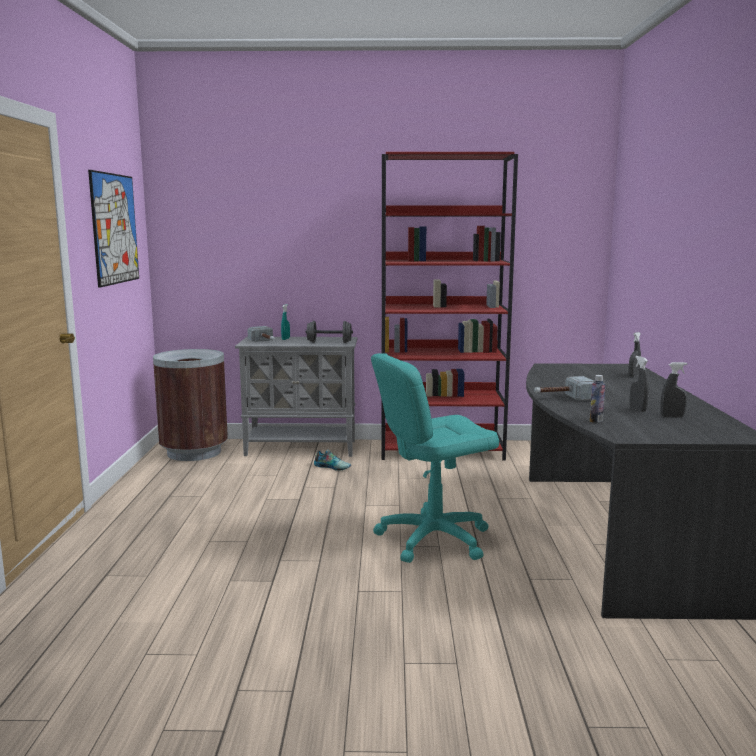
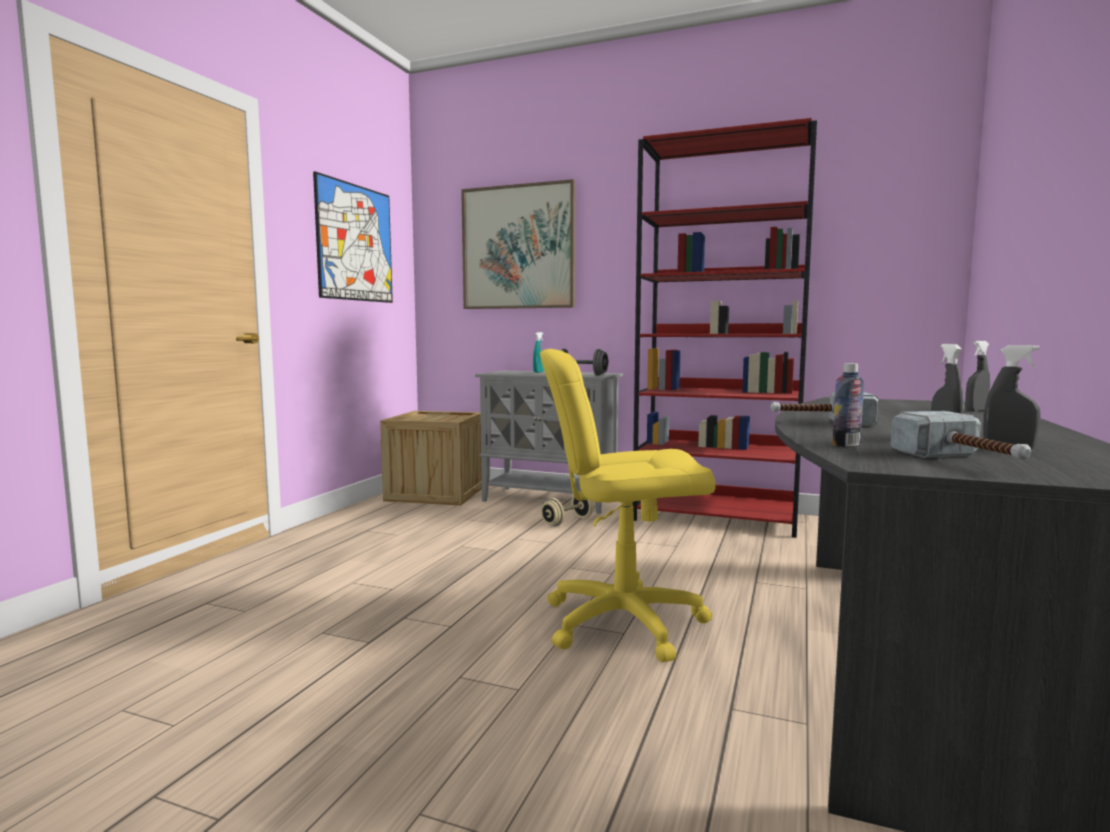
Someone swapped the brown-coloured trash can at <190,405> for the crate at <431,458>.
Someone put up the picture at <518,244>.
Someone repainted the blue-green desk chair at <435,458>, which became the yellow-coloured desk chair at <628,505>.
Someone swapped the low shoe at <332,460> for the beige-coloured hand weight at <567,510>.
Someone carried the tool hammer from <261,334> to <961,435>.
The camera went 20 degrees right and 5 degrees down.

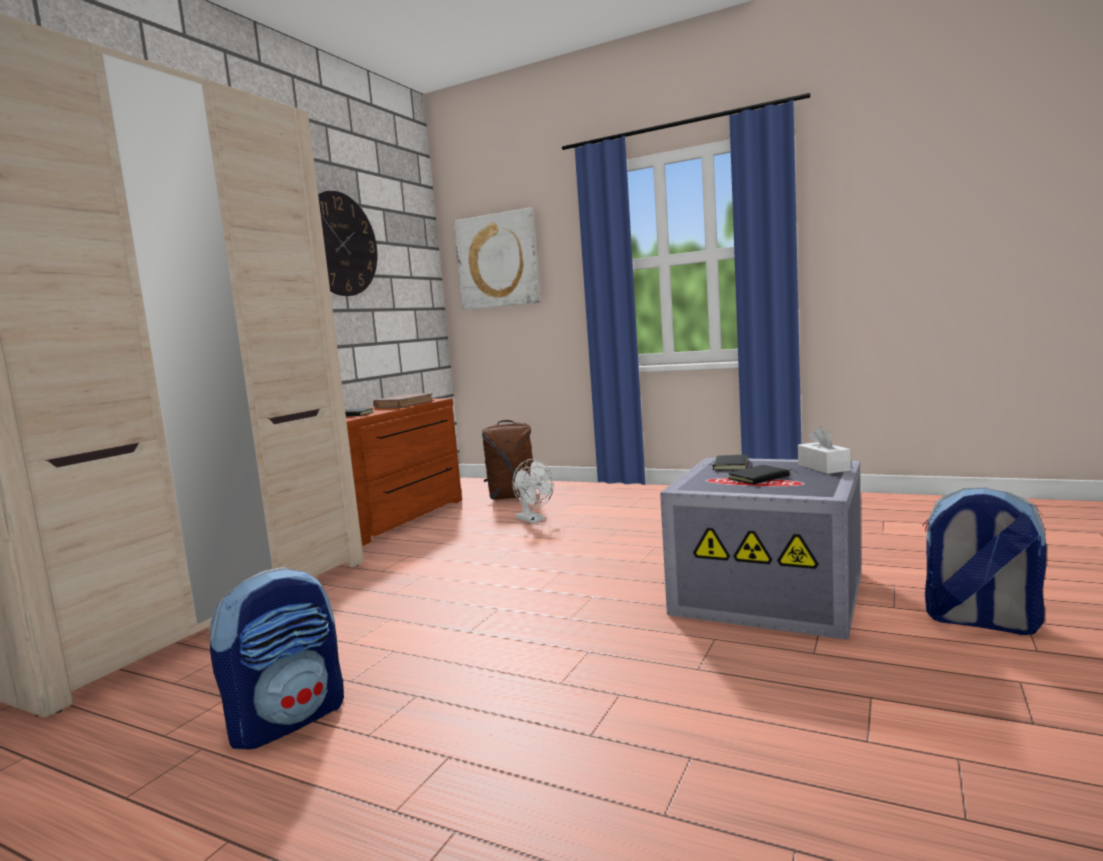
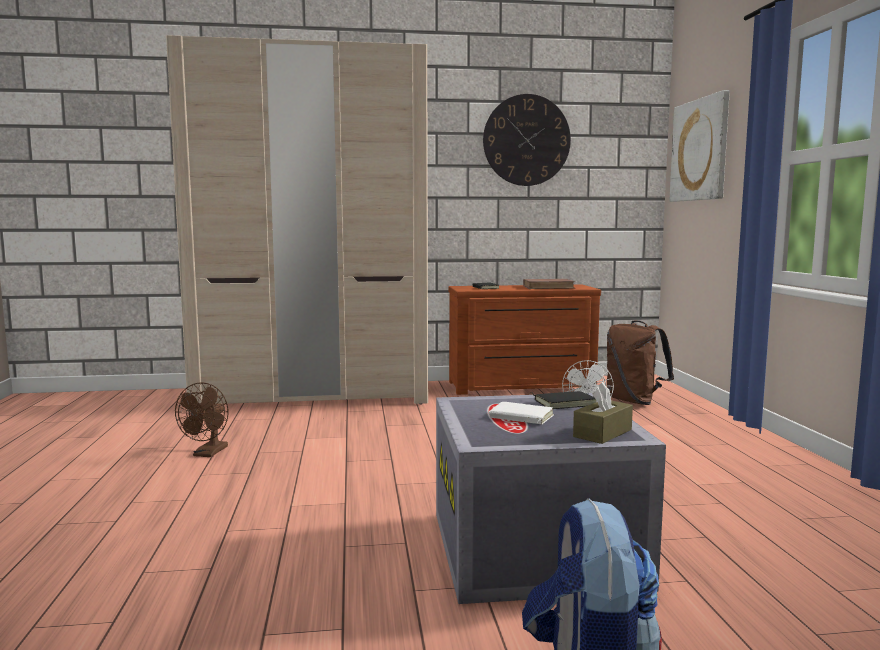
Someone swapped the knapsack at <277,658> for the brown-coloured electric fan at <202,419>.
Someone repainted the black book at <763,475>, which became the white-coloured book at <521,413>.
Someone repainted the white-coloured box of tissues at <824,450>, which became the brown-coloured box of tissues at <603,413>.
The camera went 55 degrees right and 0 degrees up.

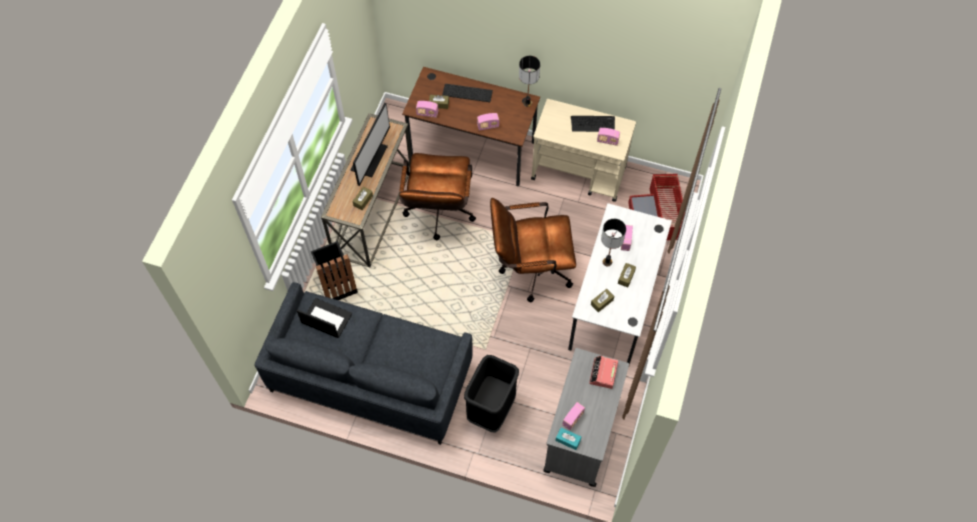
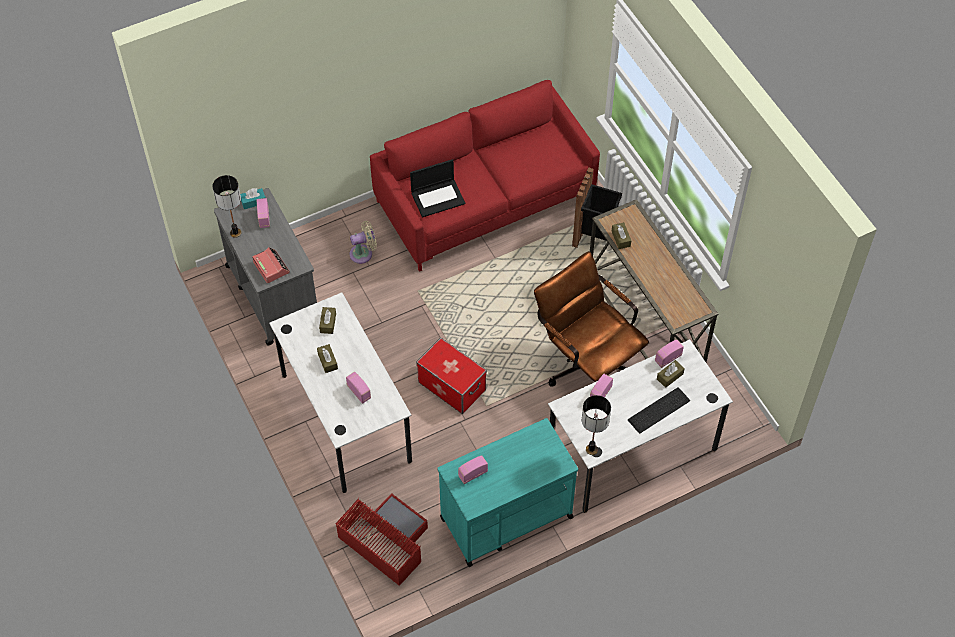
Someone carried the table lamp from <613,242> to <226,206>.
Someone swapped the black trash can at <491,393> for the beige-coloured electric fan at <363,242>.
Someone repainted the grey couch at <364,363>, which became the reddish couch at <485,176>.
Someone carried the notebook computer from <324,318> to <437,188>.
Someone swapped the brown-coloured desk chair at <533,250> for the storage container at <451,376>.
Someone repainted the beige-coloured trolley at <583,150>, which became the blue-green trolley at <507,492>.
Someone repainted the brown-coloured desk at <471,127>, which became the white-coloured desk at <640,426>.
Someone took away the computer screen at <370,144>.
Someone took away the computer keyboard at <593,124>.
The camera went 135 degrees right and 5 degrees down.

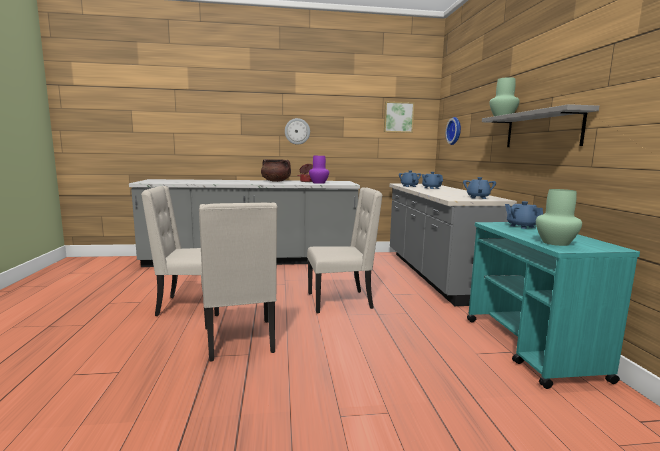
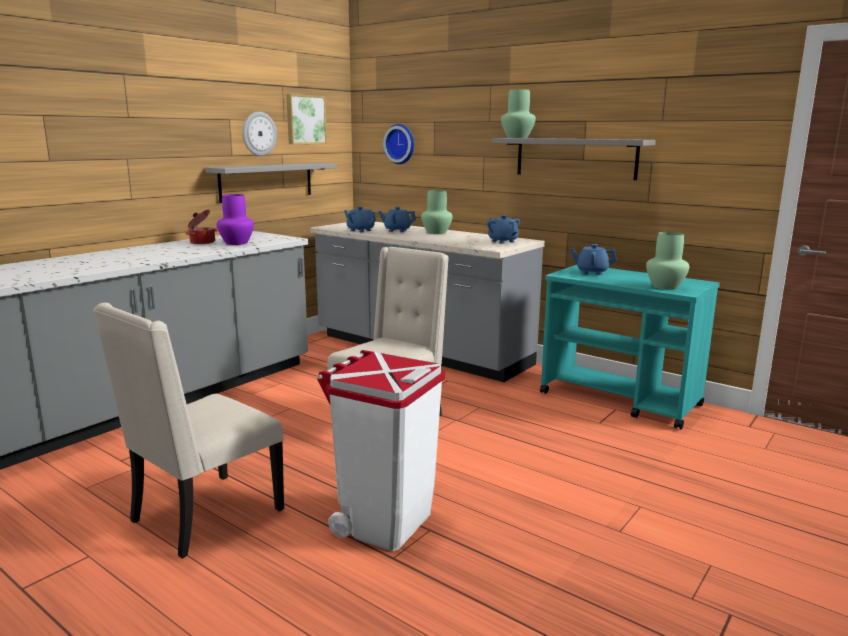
Someone put up the grey wall shelf at <271,183>.
Someone carried the clock on the wall from <297,131> to <260,134>.
Someone swapped the beige-coloured plain chair at <238,282> for the white-coloured trash can at <381,450>.
Someone put down the greenish flower vase at <437,212>.
Someone took away the brown-coloured cooking pot at <276,170>.
The camera went 45 degrees left and 5 degrees up.

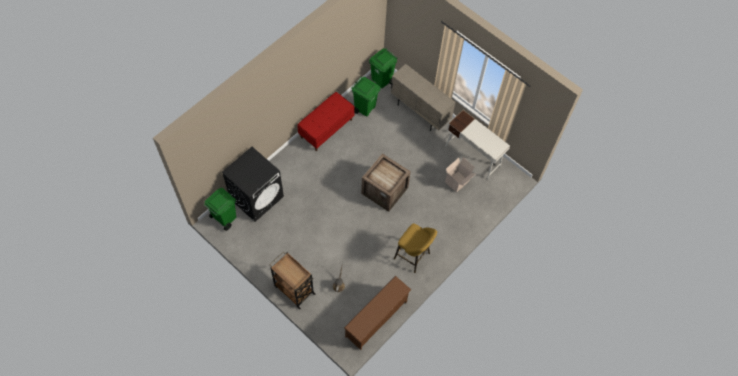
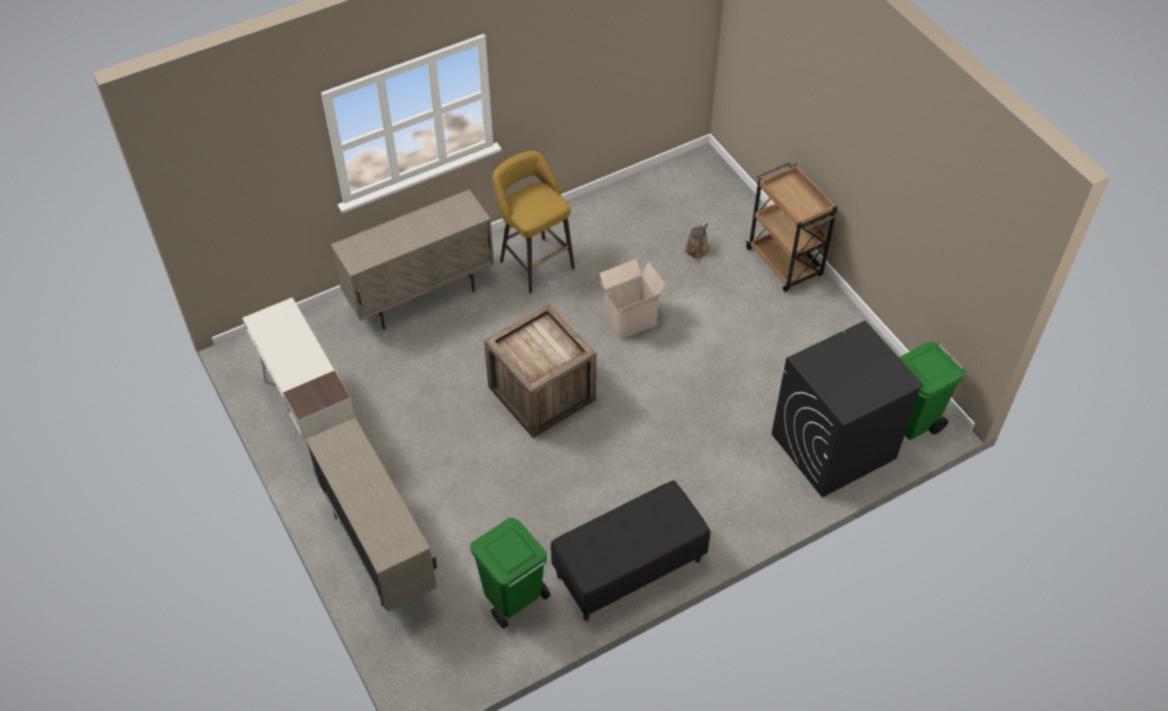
Someone put down the beige-coloured cupboard at <412,260>.
Someone repainted the reddish long seat at <326,121>, which became the black long seat at <630,551>.
Someone carried the cardboard box from <460,175> to <632,299>.
Someone took away the brown-coloured shoe rack at <377,313>.
Someone took away the greenish trash can at <383,68>.
The camera went 160 degrees left and 10 degrees down.

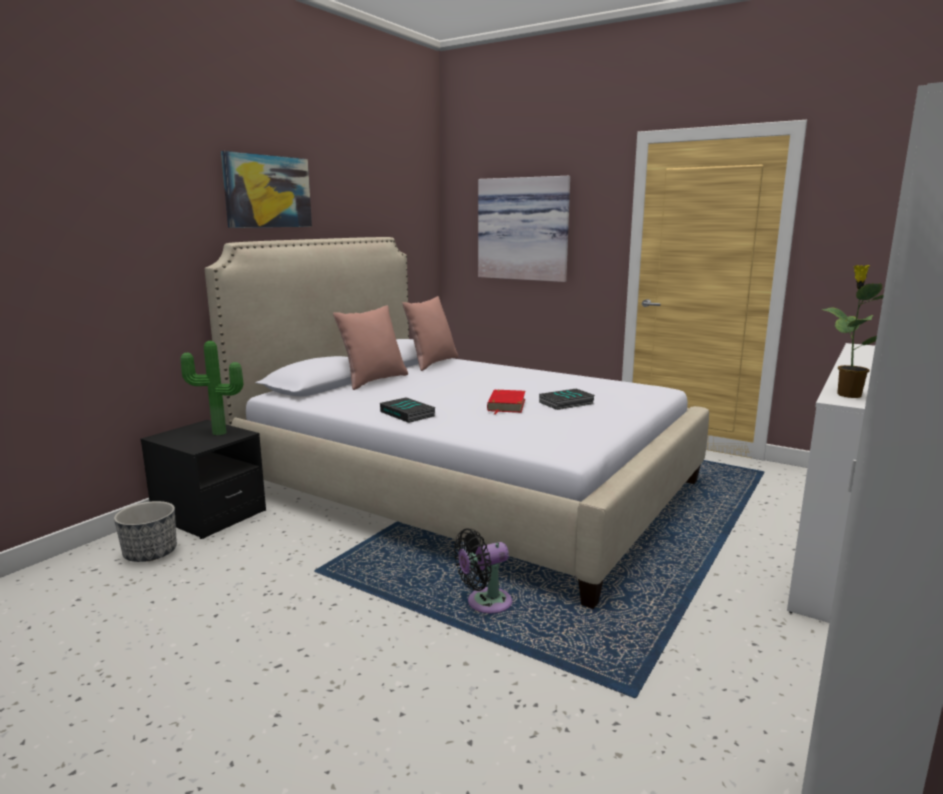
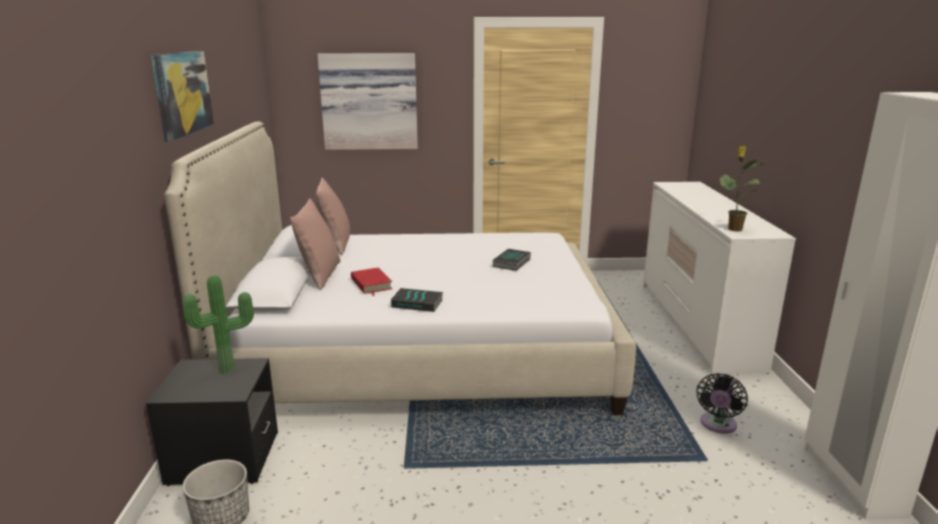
Someone carried the reddish book from <506,401> to <371,282>.
Someone carried the black electric fan from <483,570> to <722,403>.
The camera went 35 degrees left and 5 degrees up.

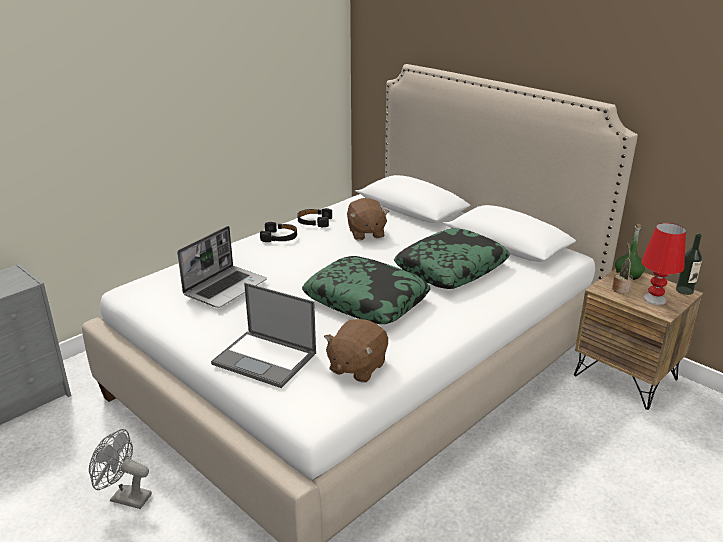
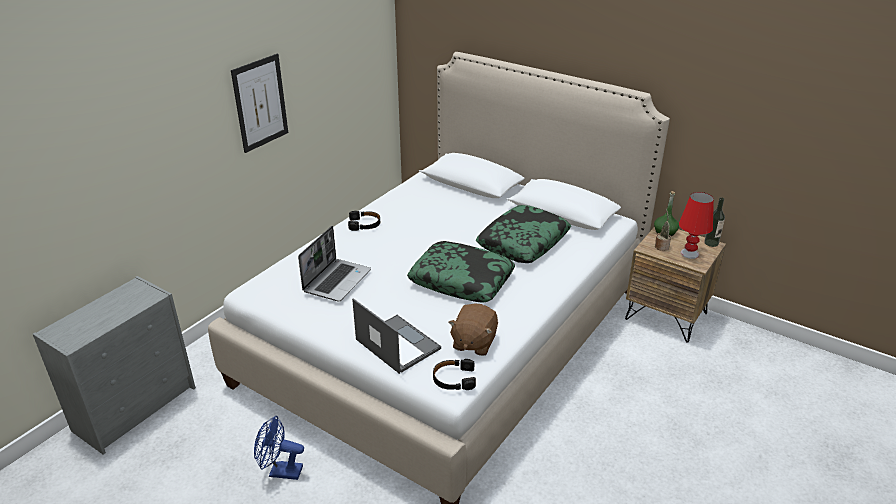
Someone put up the picture at <259,103>.
Someone repainted the grey electric fan at <120,469>, which became the blue electric fan at <279,448>.
Someone rotated the notebook computer at <263,335> by 150 degrees counterclockwise.
Someone carried the black pair of headphones from <314,217> to <454,374>.
Someone took away the brown-coloured plush toy at <368,219>.
The camera went 10 degrees left and 5 degrees up.

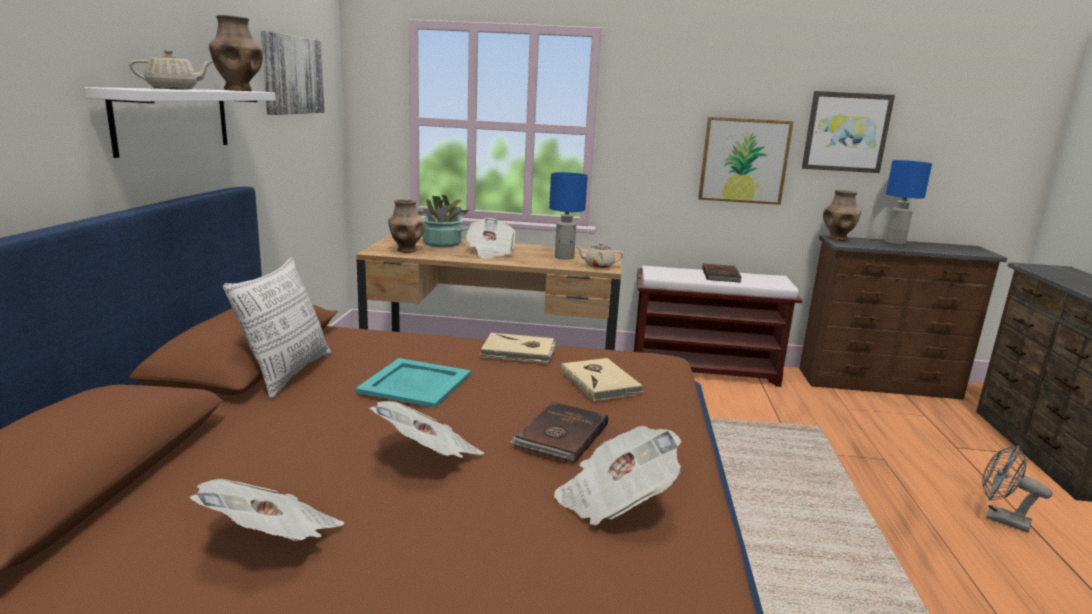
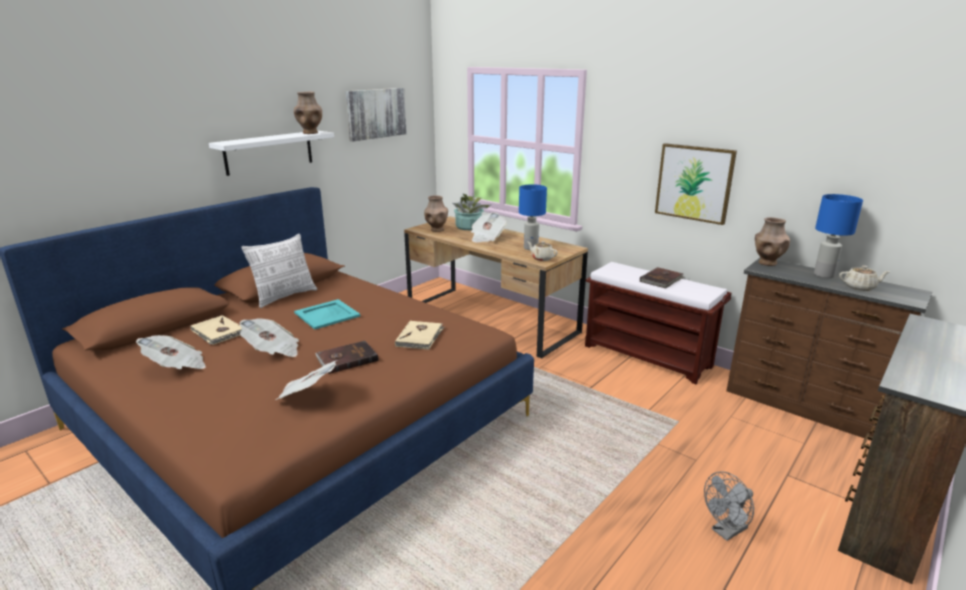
Someone carried the beige-coloured book from <518,348> to <216,330>.
Someone rotated the grey electric fan at <1017,488> by 105 degrees counterclockwise.
Someone carried the beige-coloured pot for tea from <171,70> to <865,278>.
Someone took away the picture at <848,132>.
The camera went 35 degrees right and 5 degrees up.

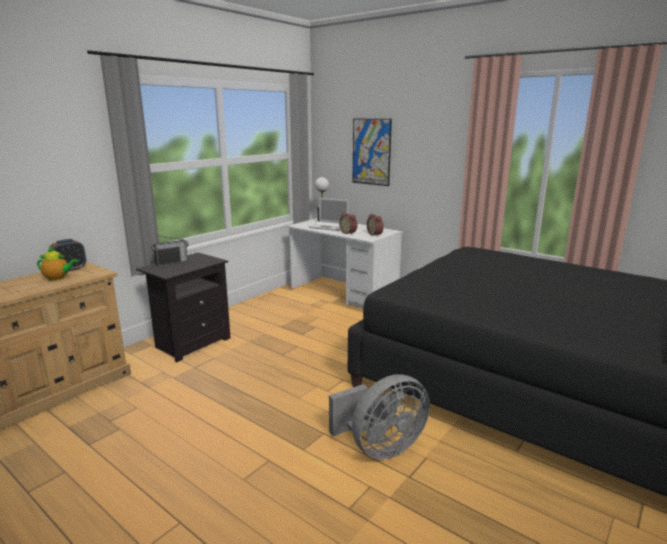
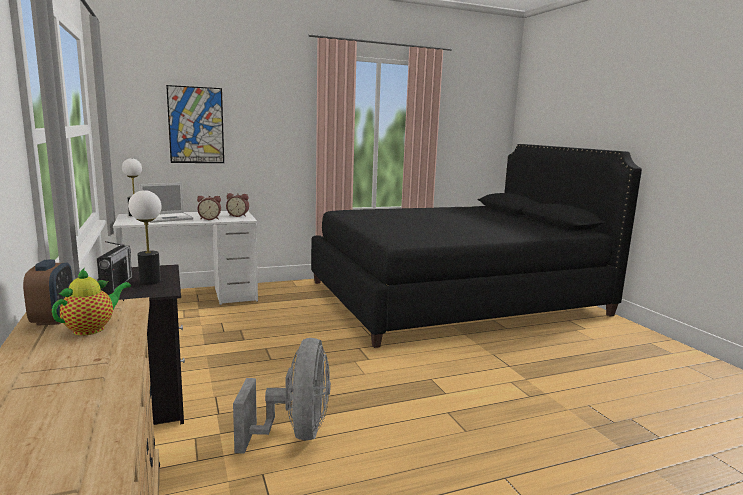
Someone put down the table lamp at <144,237>.
Someone carried the grey electric fan from <379,417> to <282,396>.
The camera went 60 degrees left and 5 degrees down.

